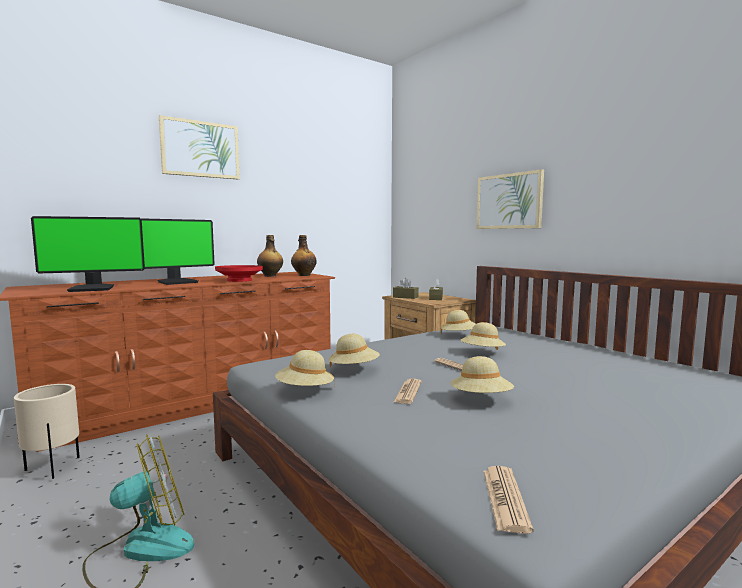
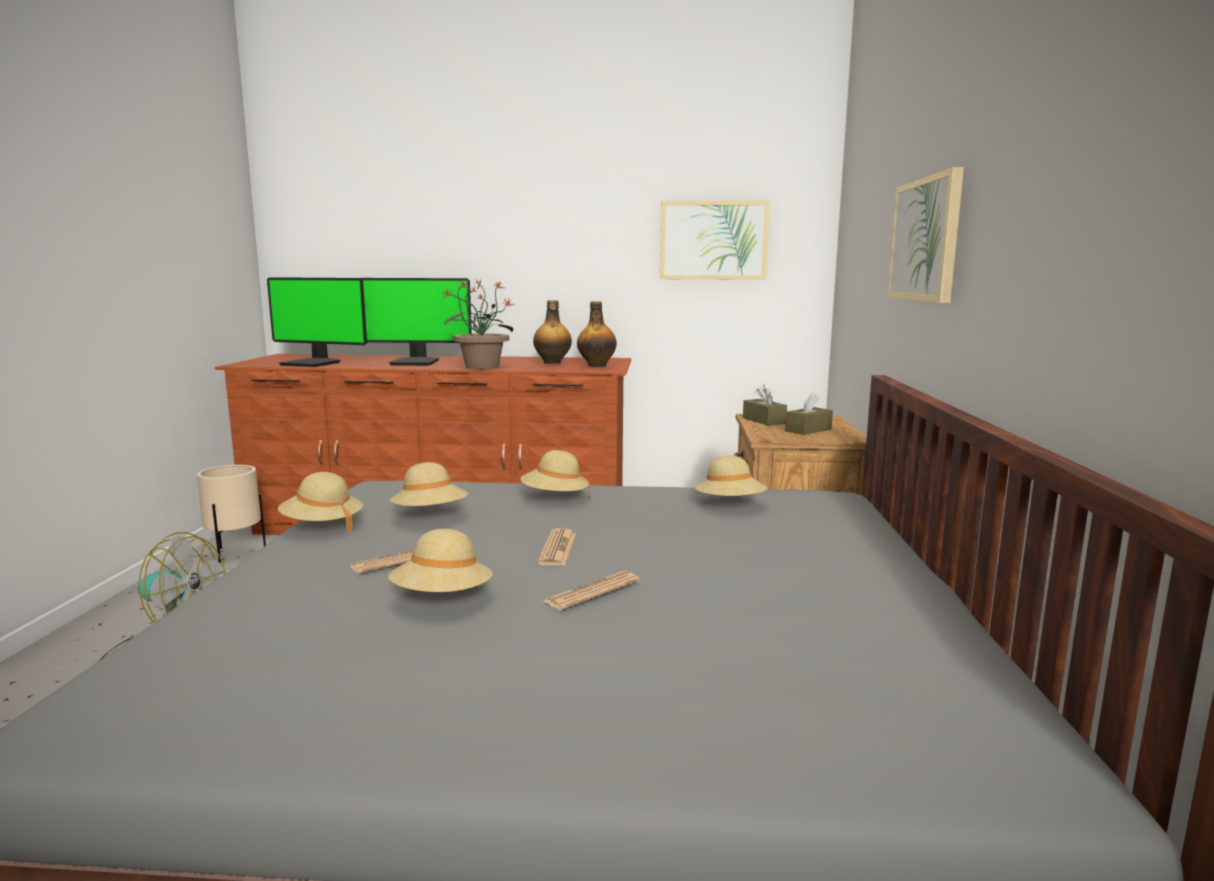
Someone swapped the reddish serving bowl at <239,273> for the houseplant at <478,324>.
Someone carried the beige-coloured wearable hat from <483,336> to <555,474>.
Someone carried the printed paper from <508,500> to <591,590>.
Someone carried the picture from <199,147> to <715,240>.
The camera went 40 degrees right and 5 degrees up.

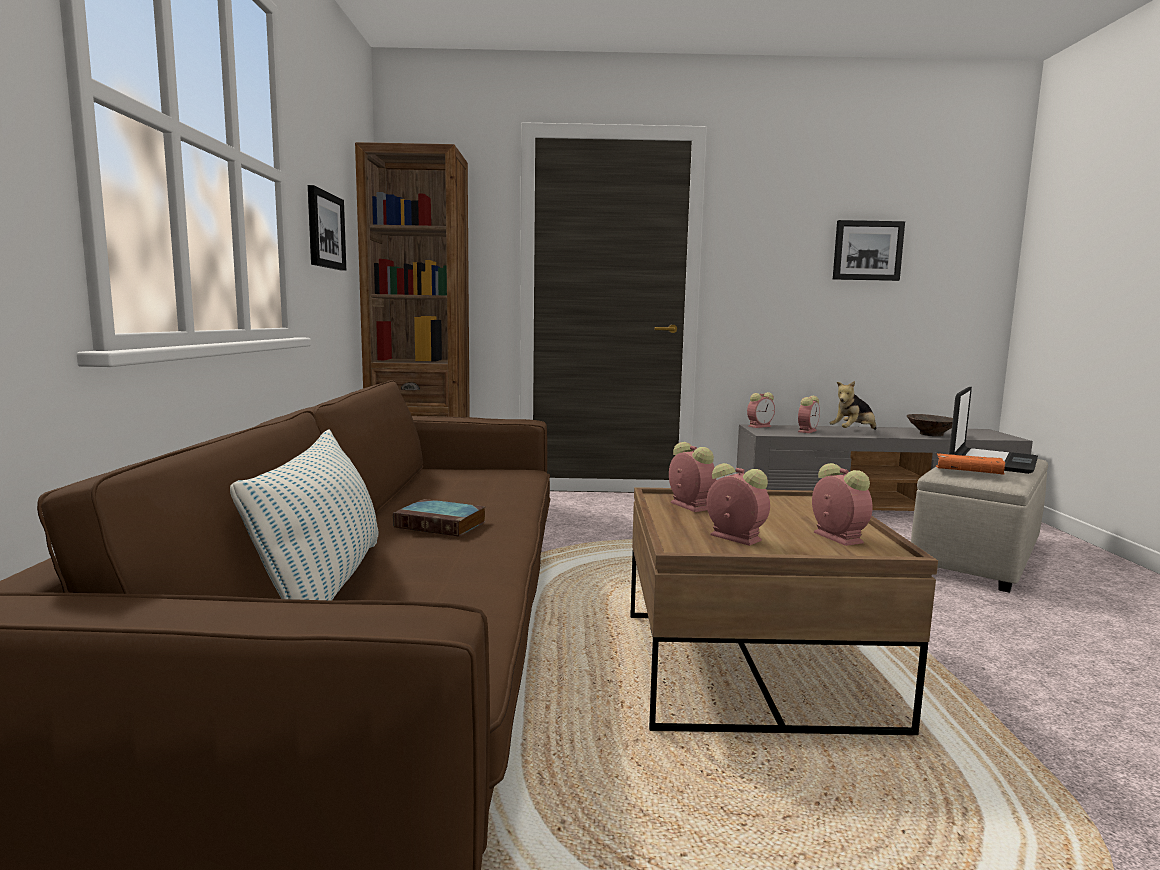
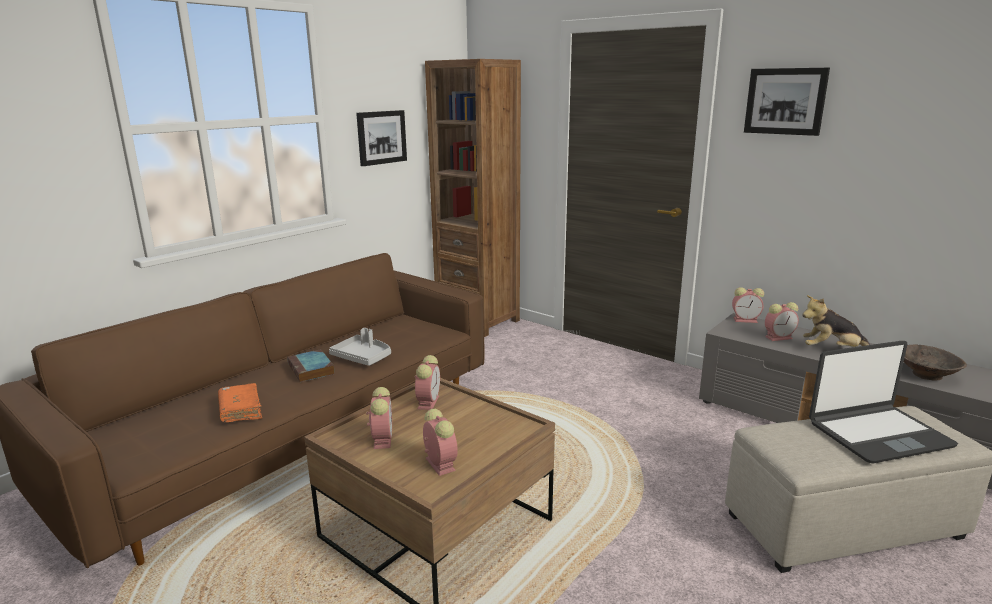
Someone carried the orange book from <970,463> to <240,402>.
Someone put down the grey carrying tray at <360,347>.
Someone rotated the table clock at <842,504> by 45 degrees counterclockwise.
Someone carried the picture from <869,250> to <787,102>.
Someone took away the throw pillow at <304,515>.
The camera went 40 degrees right and 10 degrees up.

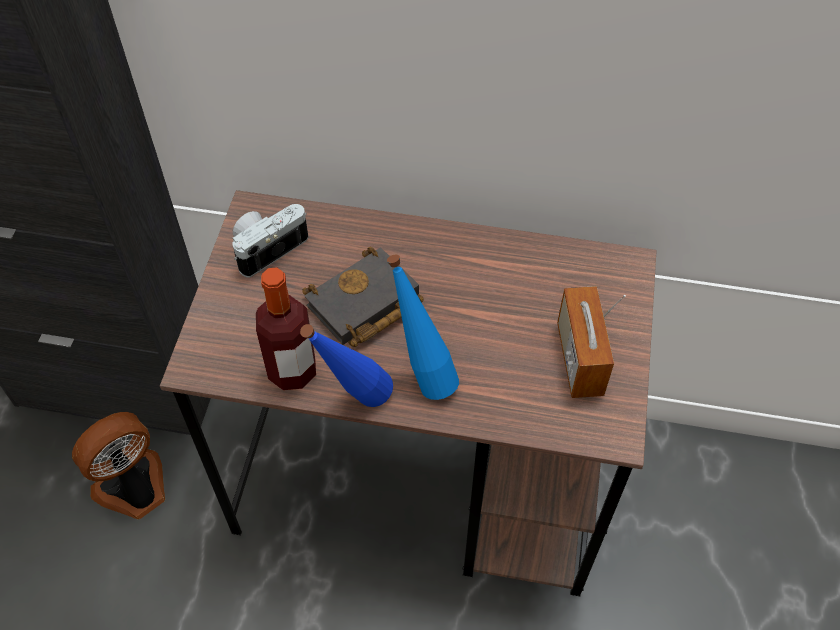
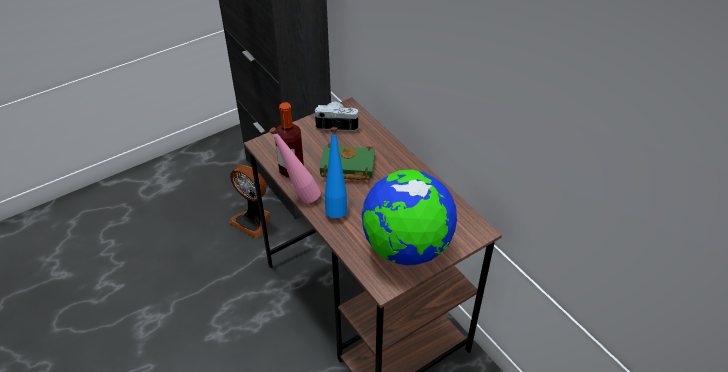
Someone rotated the electric fan at <118,466> by 150 degrees counterclockwise.
Someone repainted the blue drink bottle at <346,365>, which became the pinkish drink bottle at <295,165>.
Someone repainted the black book at <363,297>, which became the greenish book at <347,162>.
Someone swapped the radio set at <591,342> for the world globe at <409,217>.
The camera went 45 degrees right and 10 degrees down.

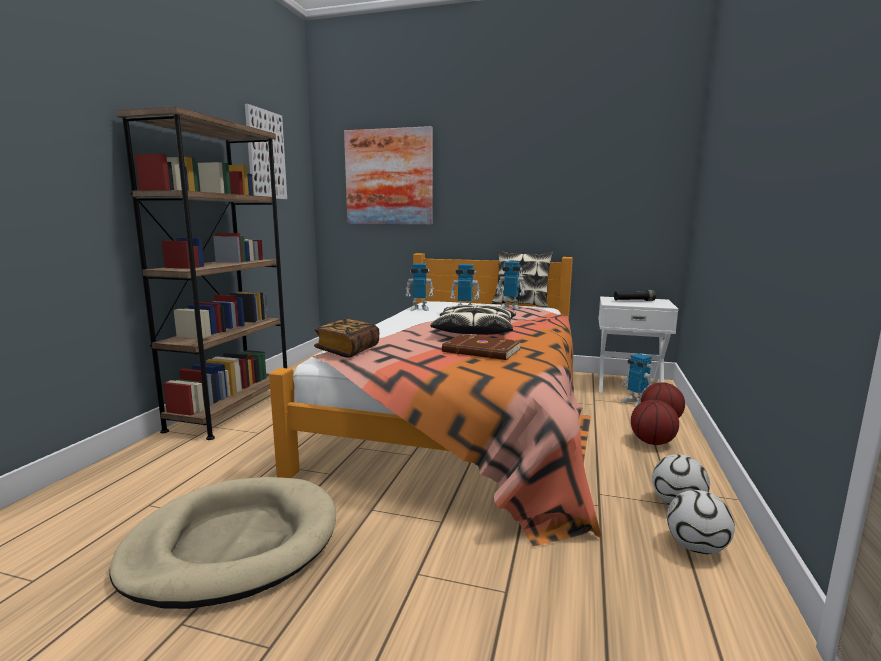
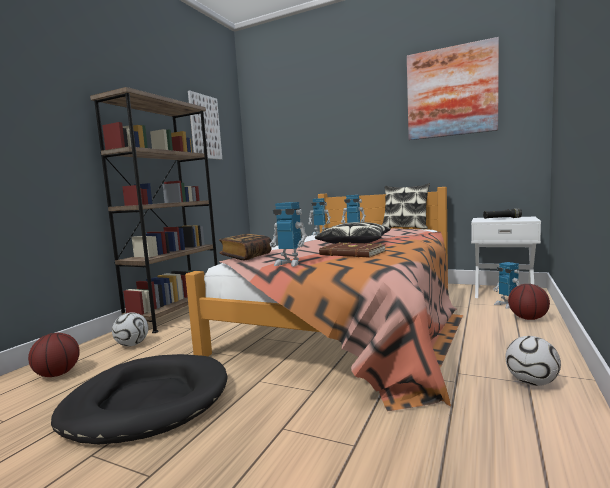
Someone carried the ball for basketball from <655,422> to <54,355>.
Someone repainted the beige-coloured dog cushion at <222,543>, which became the black dog cushion at <139,399>.
Someone carried the football from <701,522> to <130,329>.
Someone carried the toy robot from <511,285> to <288,234>.
Someone carried the picture from <388,175> to <453,88>.
The camera went 10 degrees right and 5 degrees down.

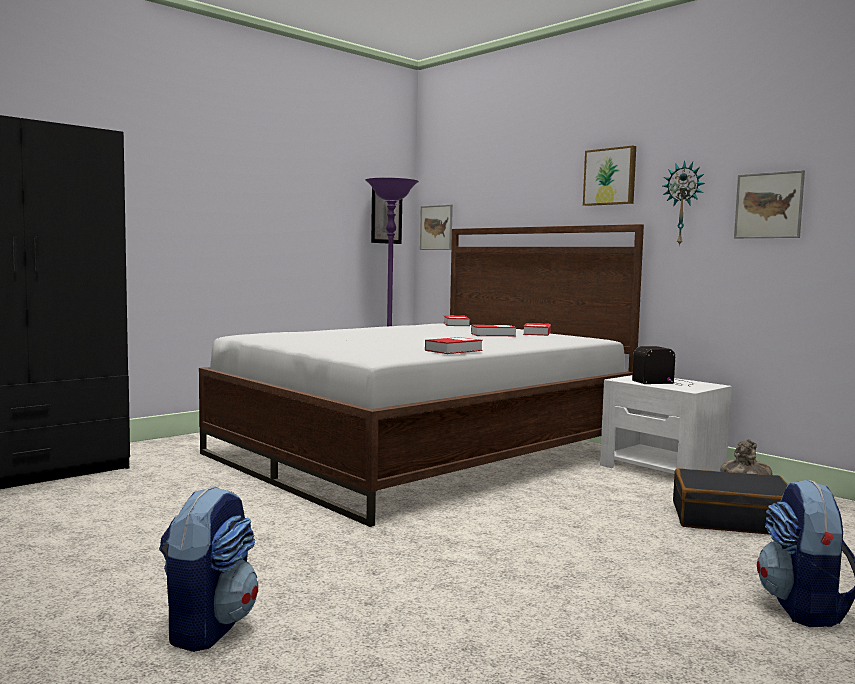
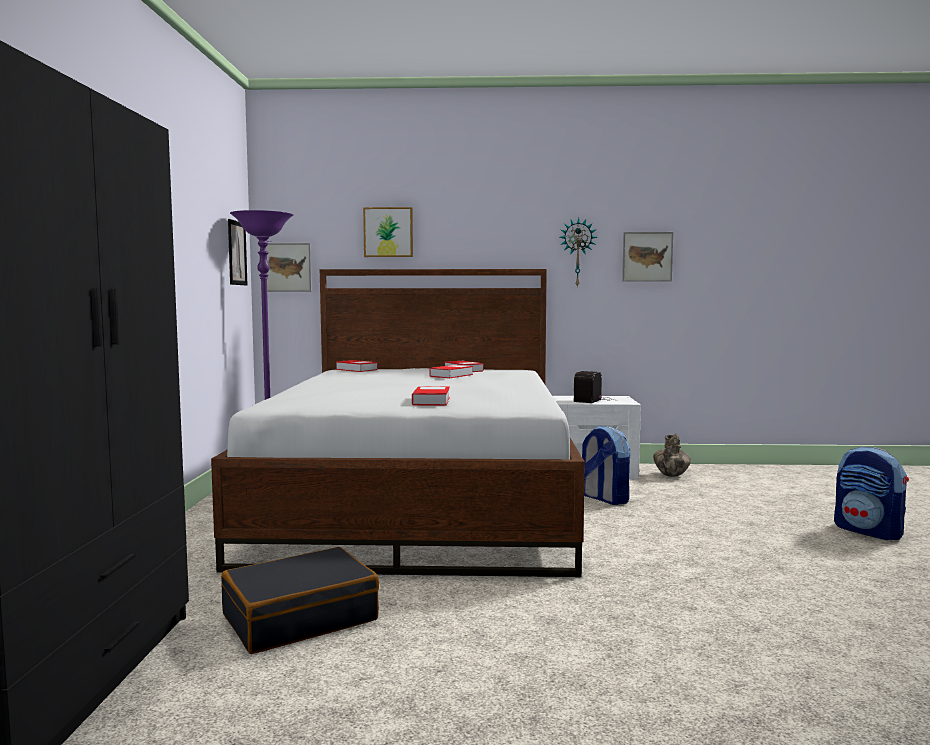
Someone carried the black piece of luggage from <730,501> to <300,600>.
Someone carried the picture from <609,175> to <388,232>.
Someone carried the book from <454,345> to <431,396>.
Someone carried the knapsack from <208,569> to <606,465>.
The camera went 45 degrees left and 0 degrees up.

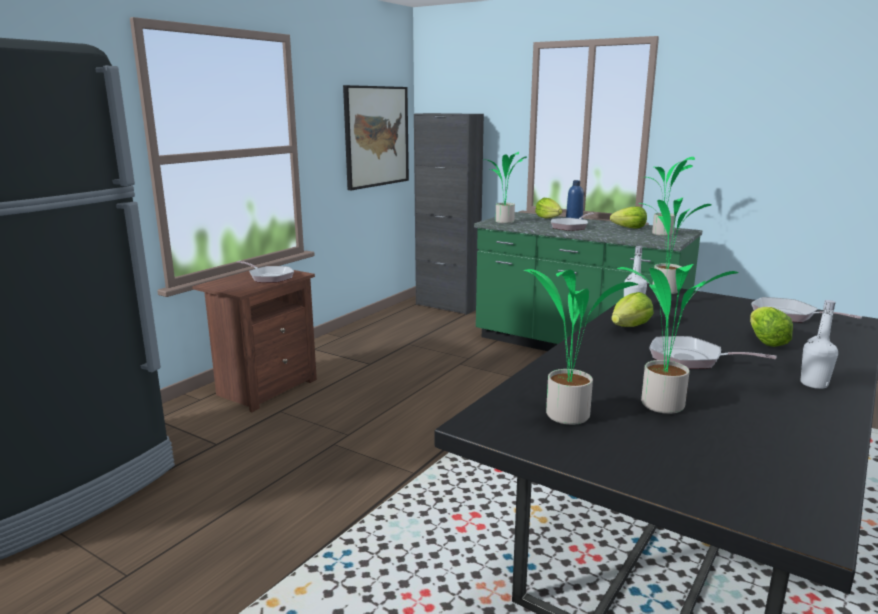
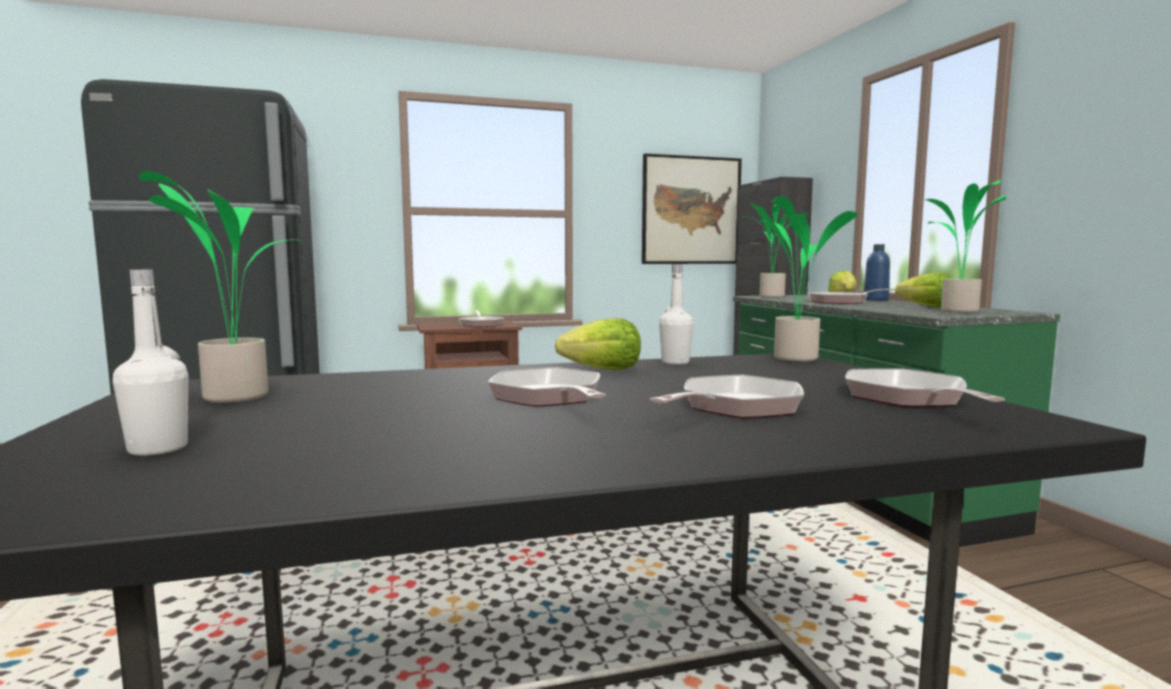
Someone carried the white-coloured drink bottle from <819,344> to <150,362>.
Someone swapped the head of lettuce at <771,327> for the skillet at <727,396>.
Someone took away the houseplant at <677,339>.
The camera went 40 degrees right and 10 degrees down.

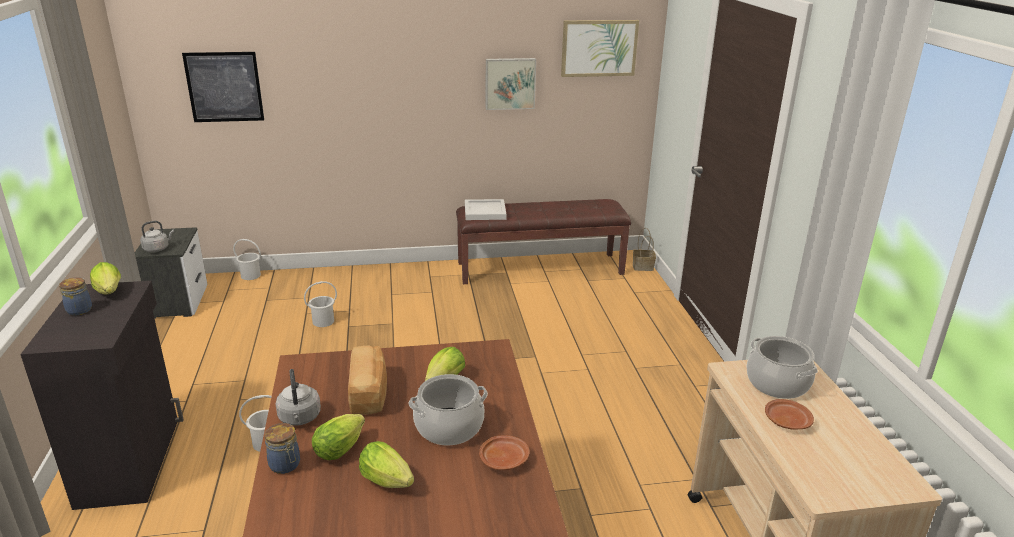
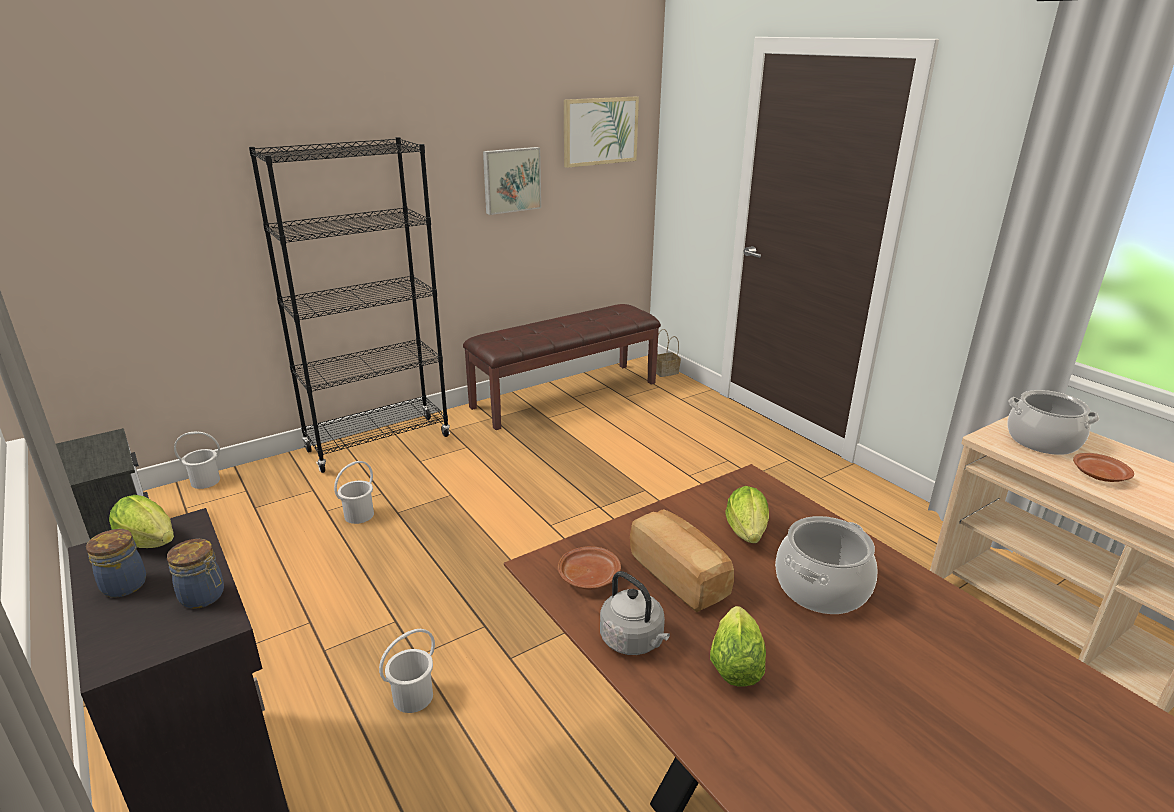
Someone carried the storage jar from <282,448> to <195,574>.
Someone put down the black shelving unit at <349,305>.
Someone carried the brown-coloured flat dish from <504,452> to <589,568>.
Someone took away the grey kettle at <157,236>.
Someone took away the picture at <223,87>.
Someone took away the head of lettuce at <386,464>.
Someone took away the white-coloured carrying tray at <486,209>.
The camera went 25 degrees left and 0 degrees up.

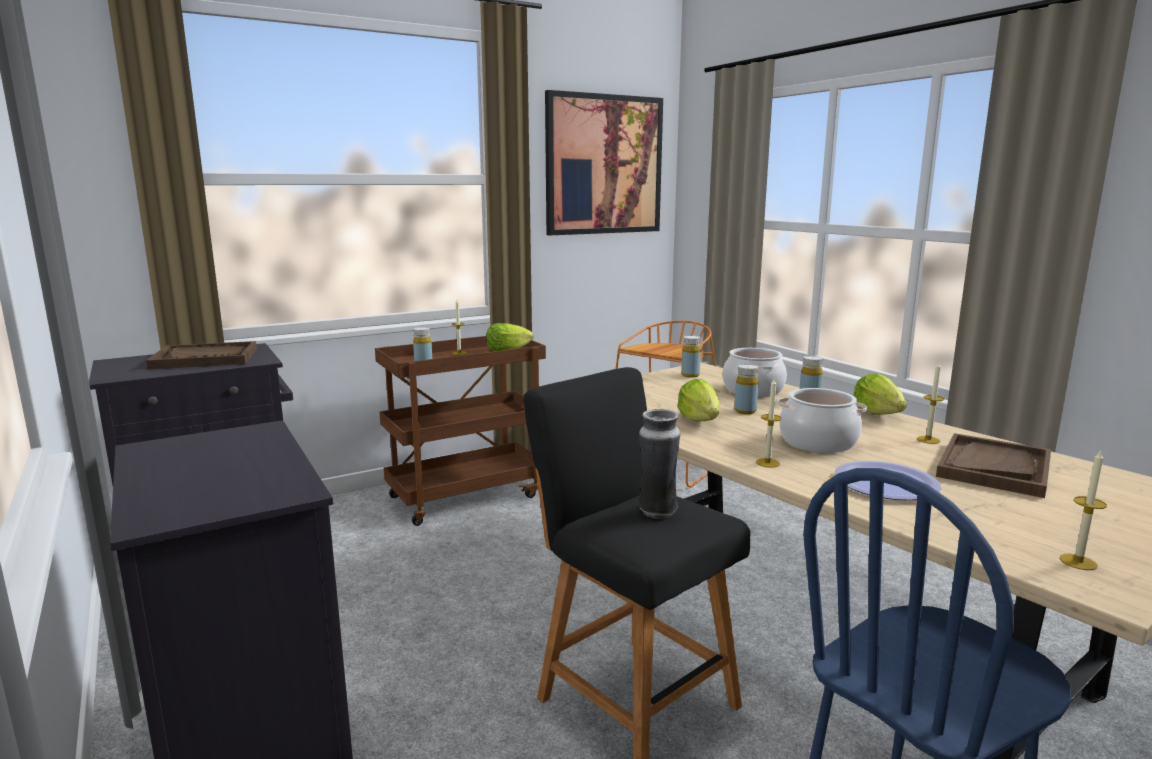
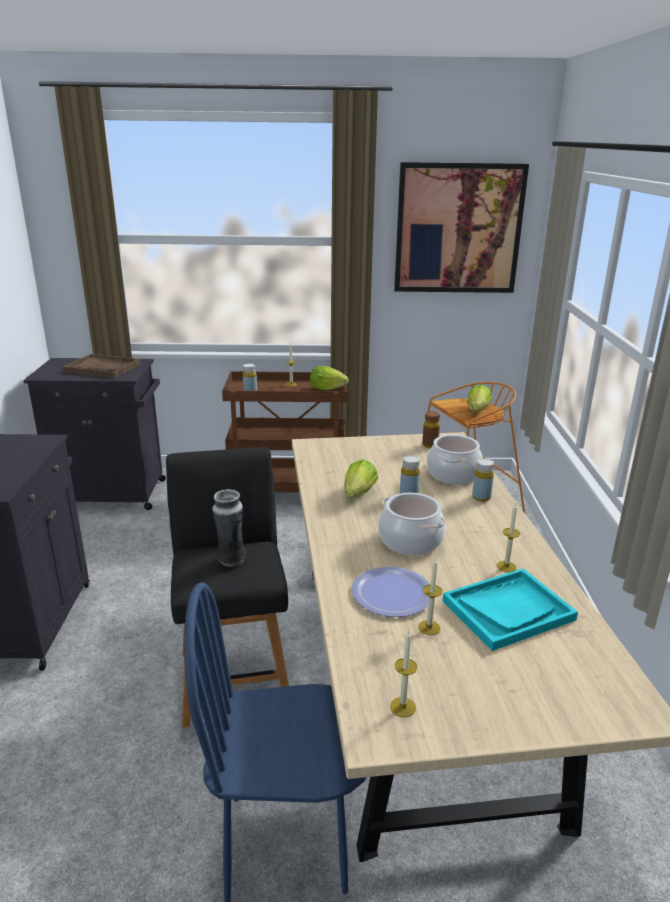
Someone carried the candle from <769,423> to <430,596>.
Someone repainted the yellow-coloured drink bottle at <691,356>, which became the brown-coloured drink bottle at <431,429>.
Someone repainted the brown-coloured carrying tray at <993,465>, which became the blue-green carrying tray at <510,609>.
Someone carried the head of lettuce from <880,394> to <479,398>.
The camera went 30 degrees right and 10 degrees up.

